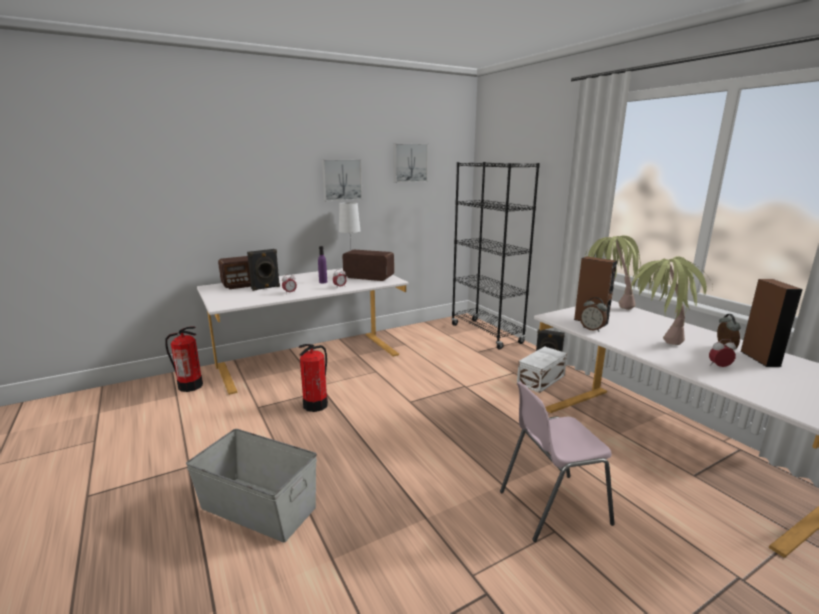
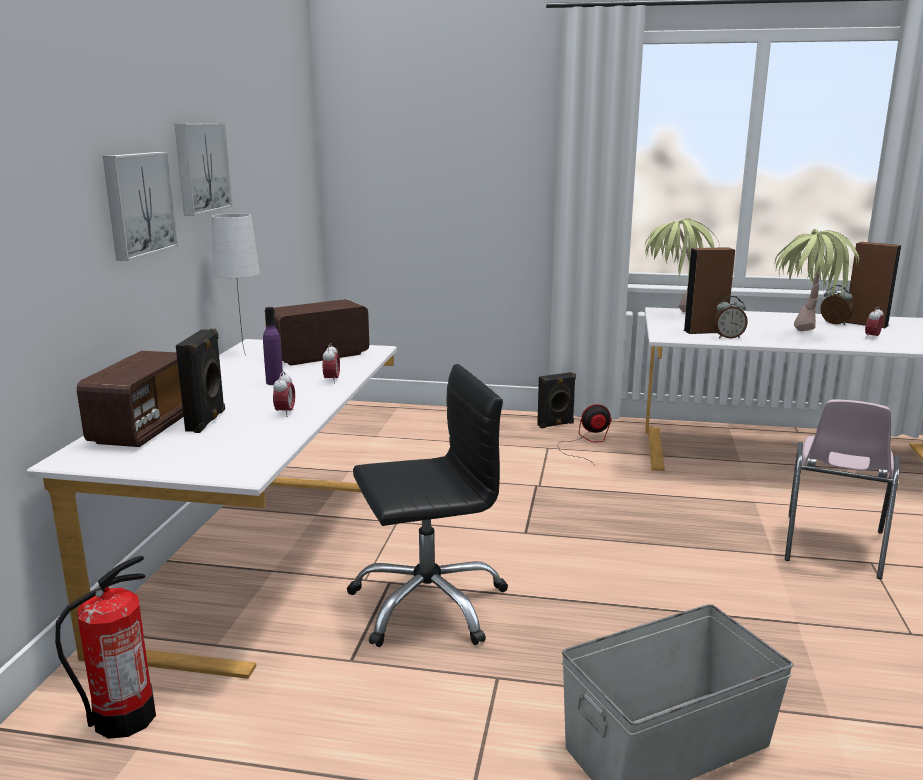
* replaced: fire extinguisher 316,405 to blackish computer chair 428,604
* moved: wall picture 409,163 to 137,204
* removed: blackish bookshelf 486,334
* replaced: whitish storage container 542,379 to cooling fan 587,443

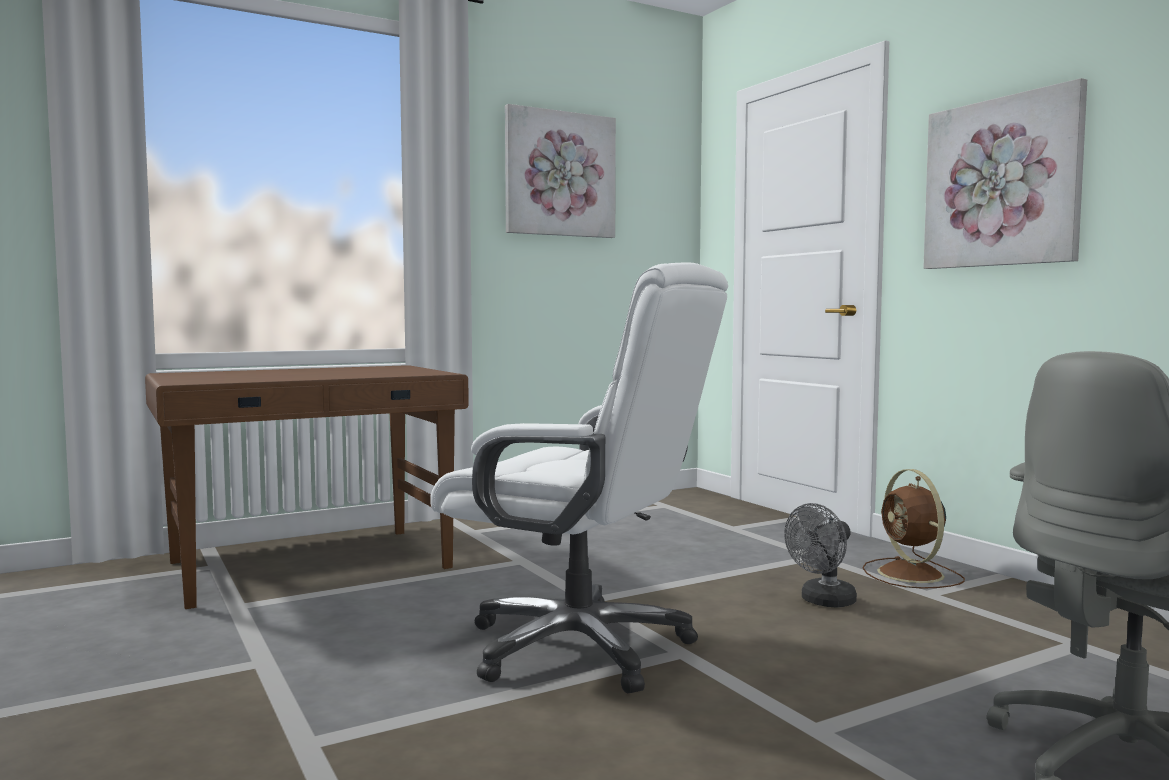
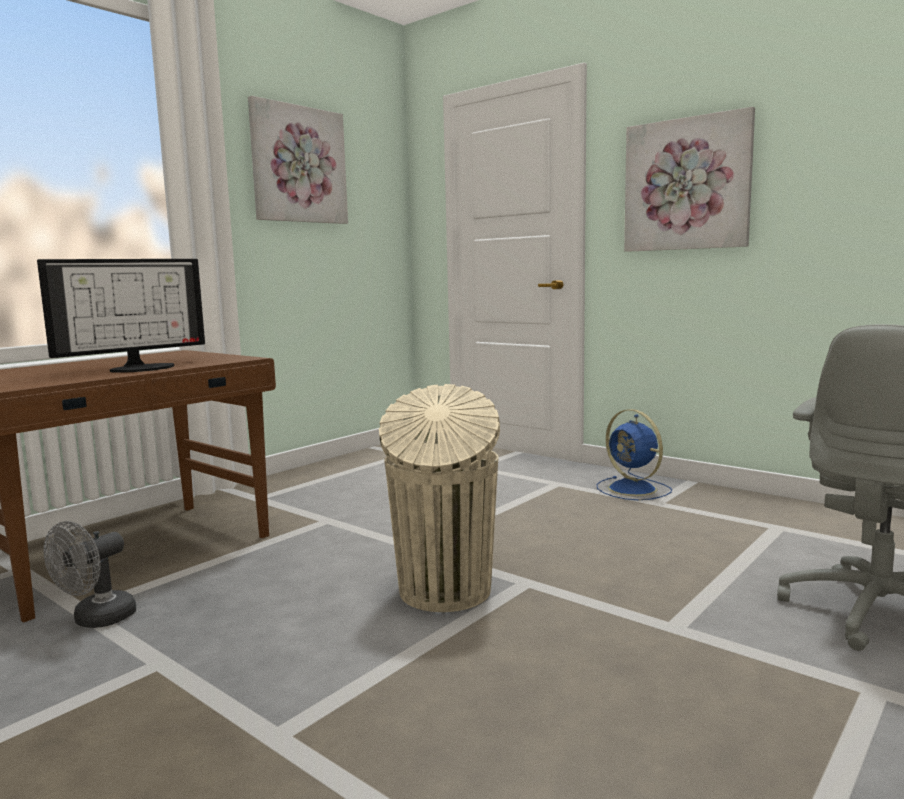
* replaced: whitish computer chair 581,647 to beige-coloured waste bin 444,592
* moved: greyish cooling fan 823,602 to 96,620
* recoloured: brownish cooling fan 912,575 to blue cooling fan 634,489
* added: computer display 141,368

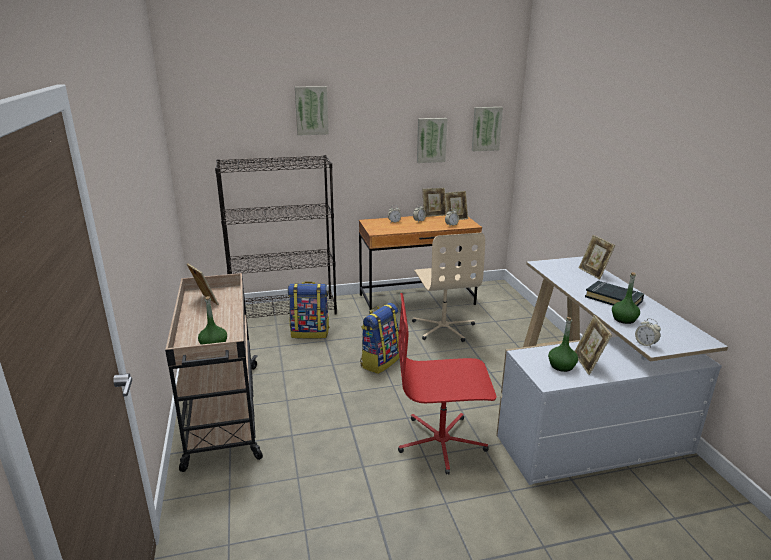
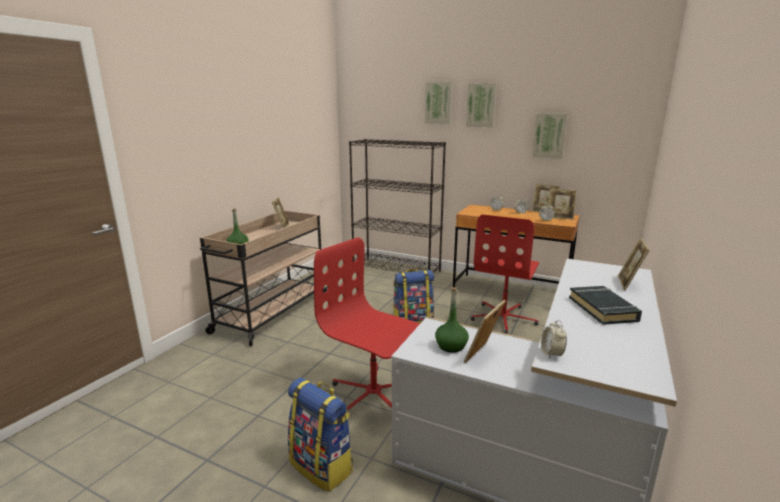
* moved: knapsack 310,333 to 322,466
* recoloured: beige-coloured computer chair 443,328 to red-coloured computer chair 503,318
* moved: wall picture 486,128 to 481,105
* removed: green bottle 624,319

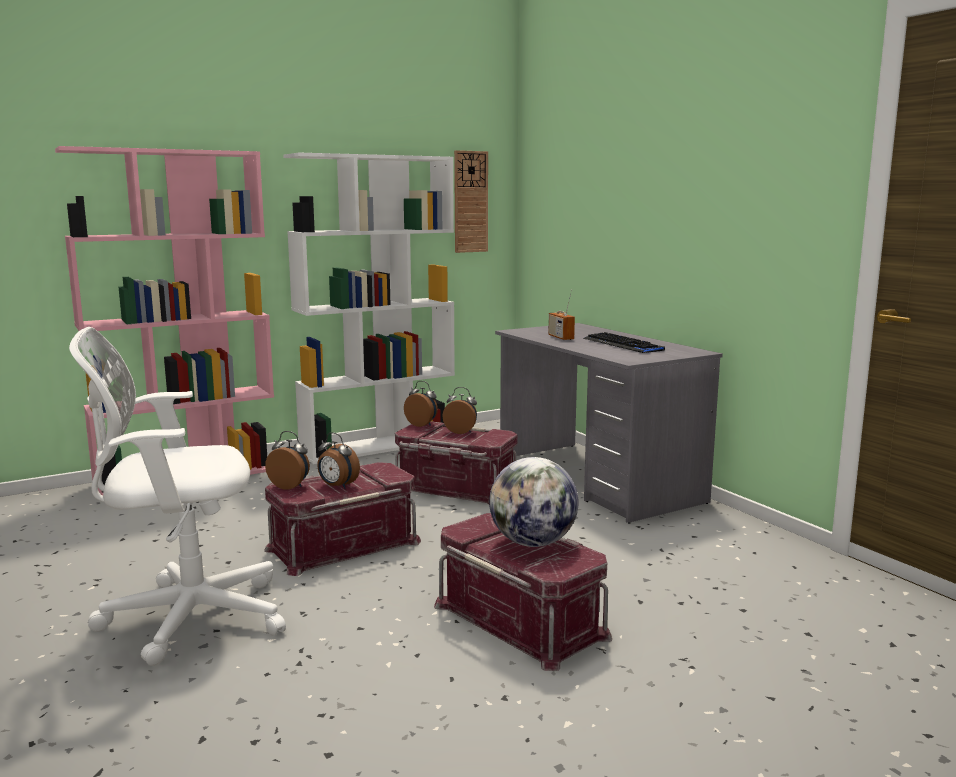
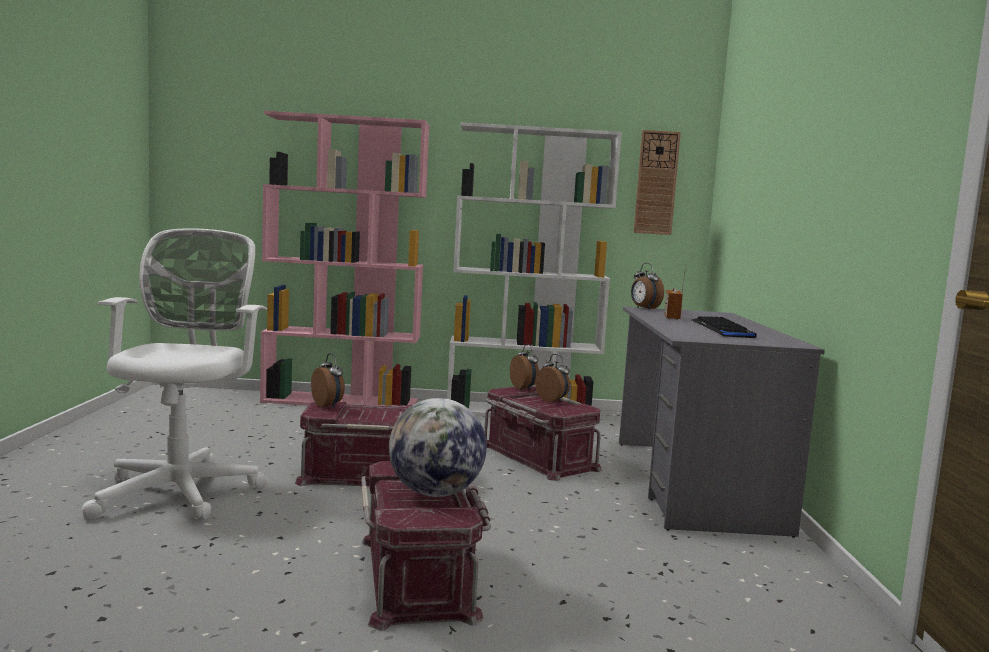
* turned: whitish computer chair 185,617 = 181,490 75 degrees clockwise
* moved: table clock 337,486 to 644,309

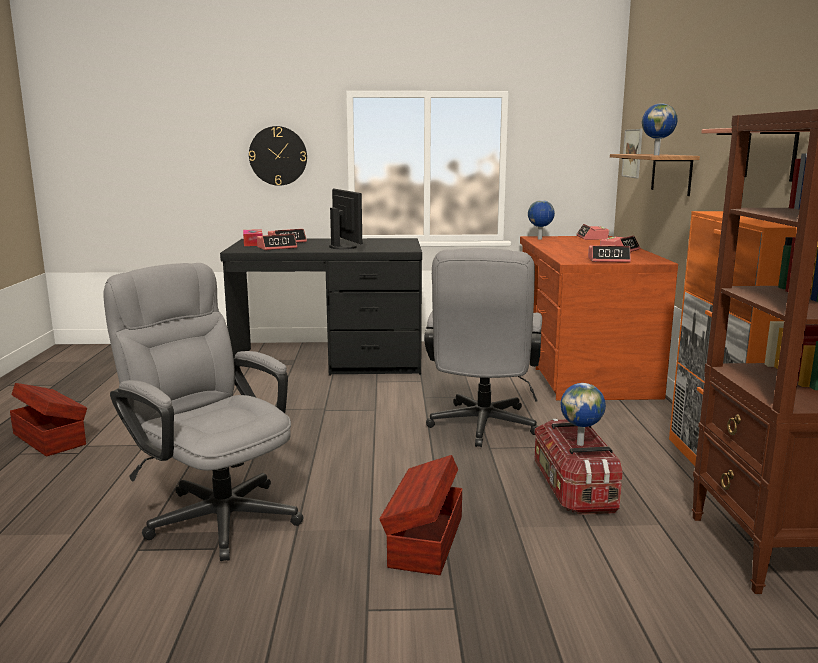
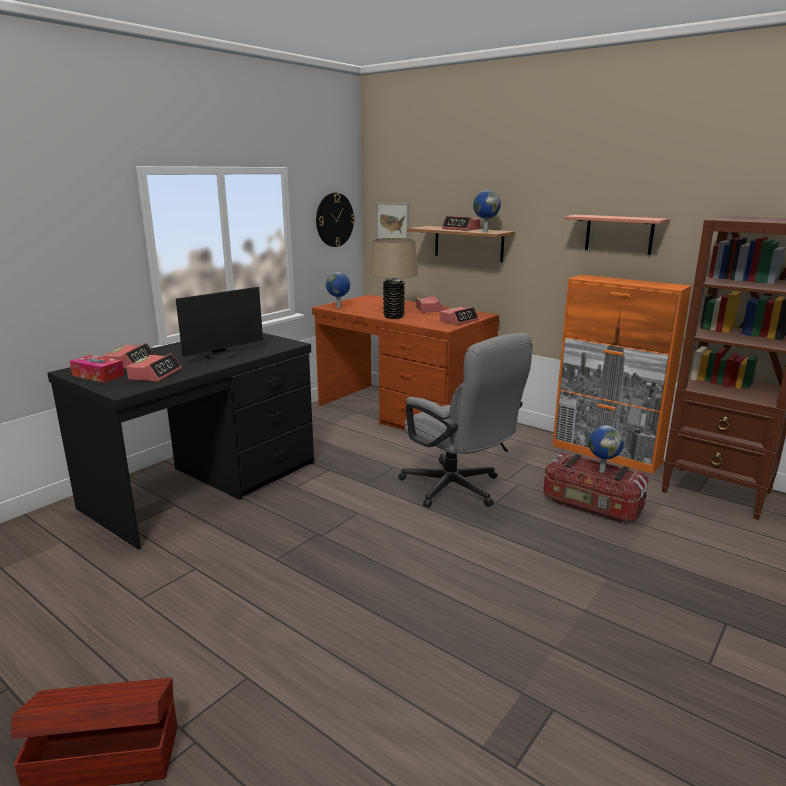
* removed: greyish computer chair 214,513
* moved: hanging clock 278,156 to 334,220
* turned: computer display 344,247 = 223,355 120 degrees clockwise
* removed: brownish storage container 424,541
* moved: table clock 592,238 to 461,229
* added: beige-coloured tabletop lamp 393,316

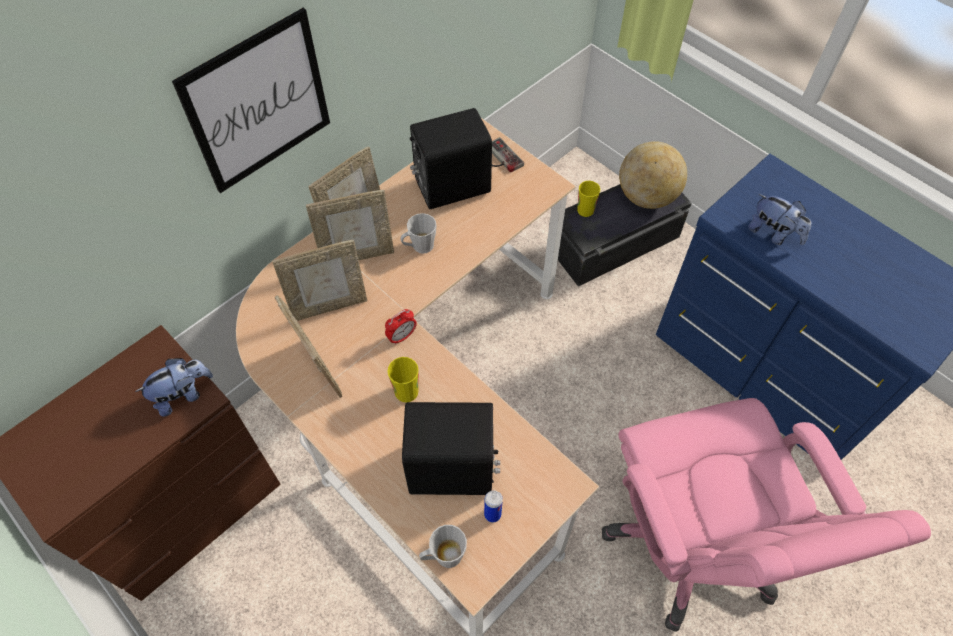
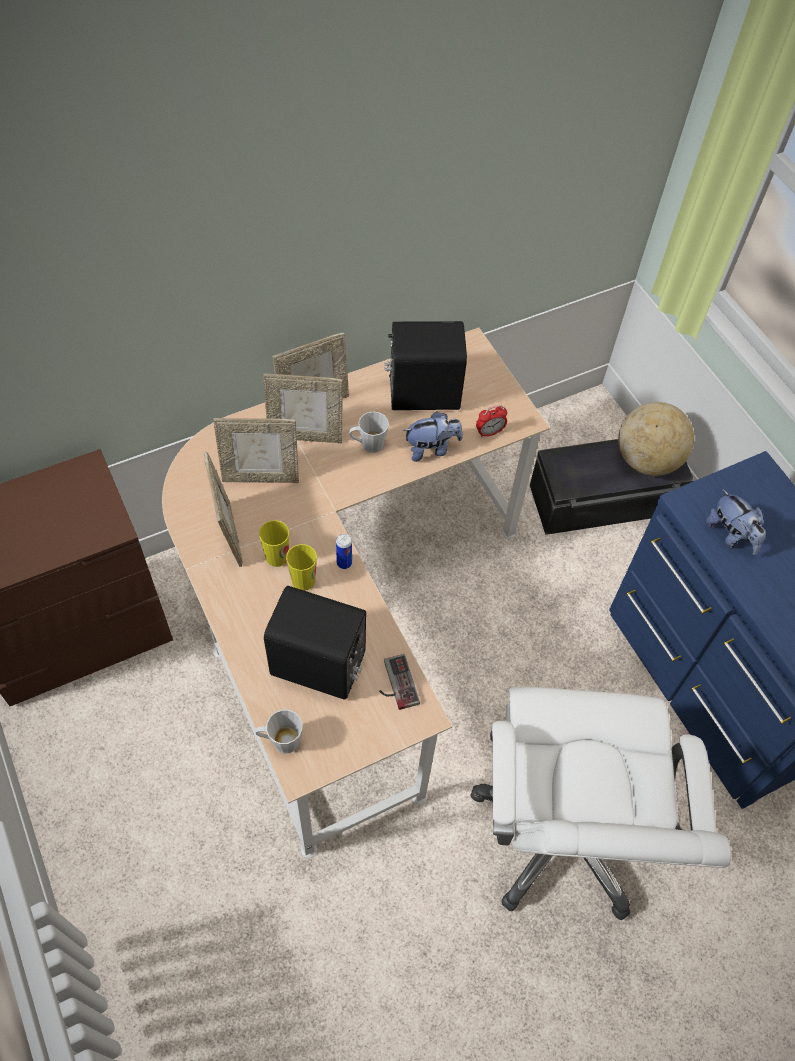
* moved: cuddly toy 183,394 to 431,448
* removed: wall picture 258,103
* moved: table clock 402,336 to 489,432
* moved: metal can 492,514 to 344,563
* moved: joypad 500,158 to 395,684
* moved: cup 585,210 to 277,556
* recoloured: pinkish computer chair 693,543 to whitish computer chair 563,832

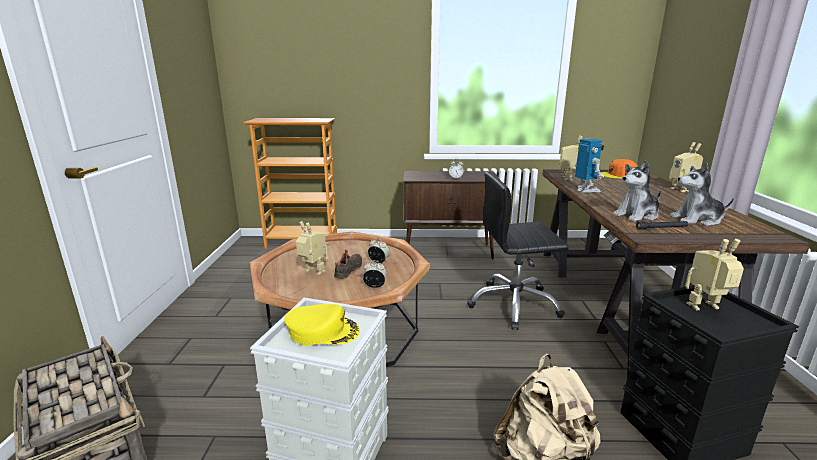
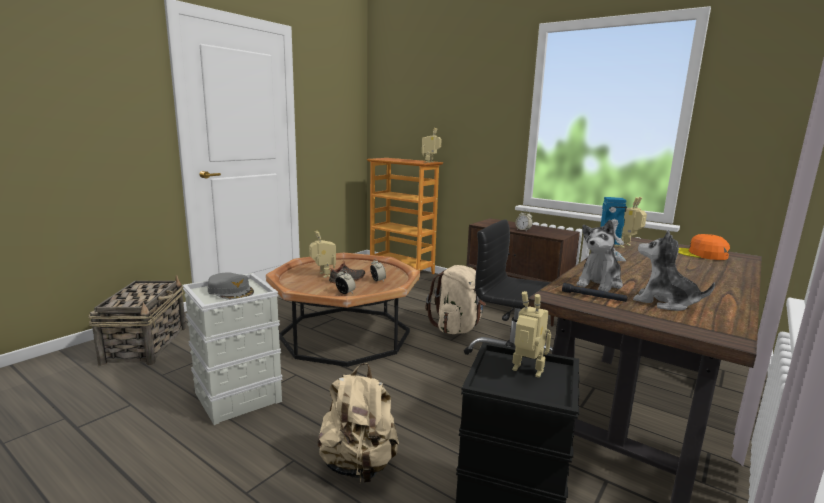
* recoloured: yellowish cap 323,331 to greyish cap 231,291
* turned: cuddly toy 637,215 = 599,284 60 degrees counterclockwise
* moved: model robot 681,189 to 430,162
* added: beige-coloured knapsack 457,328

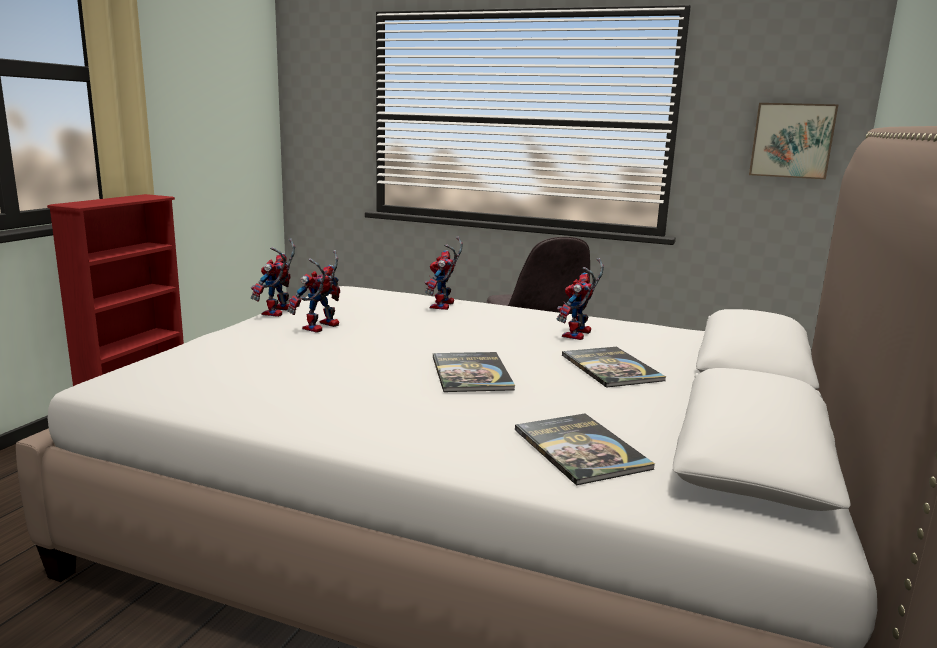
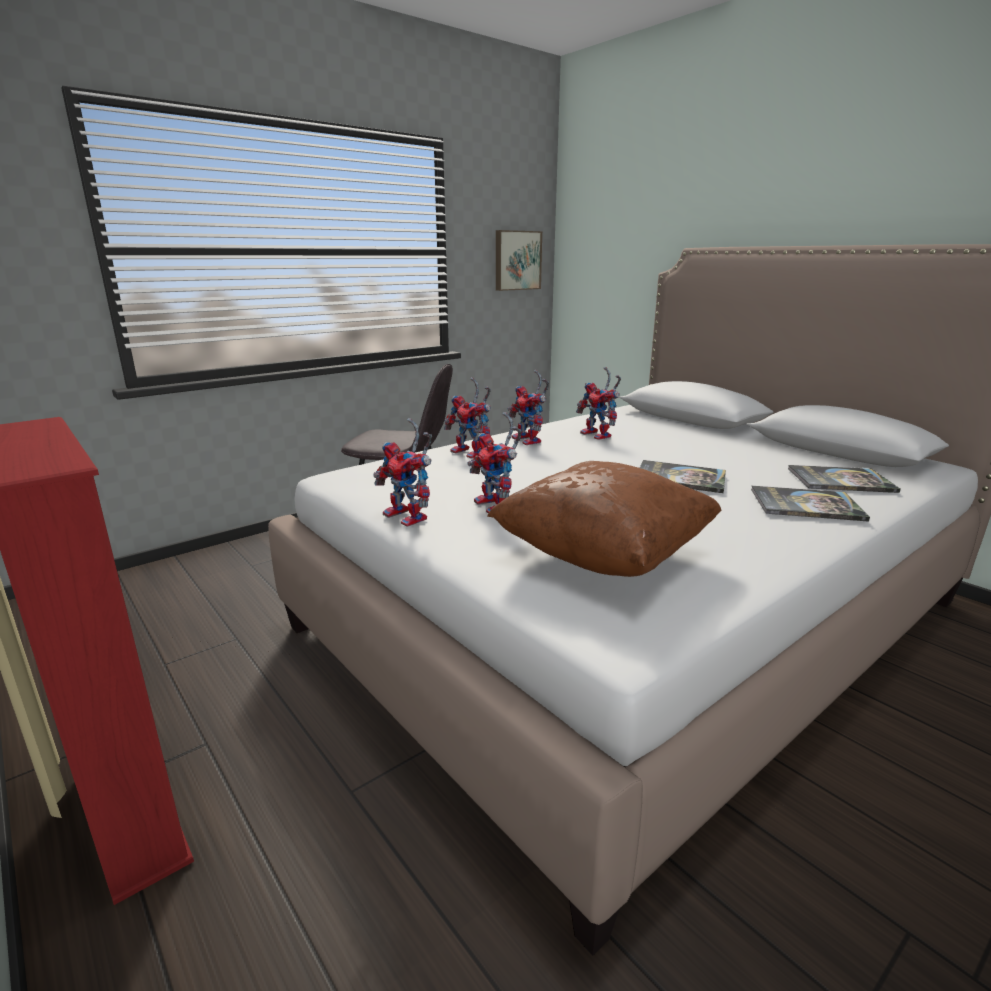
* moved: bound book 611,368 to 806,505
* added: brownish pillow 604,555
* added: model robot 530,441

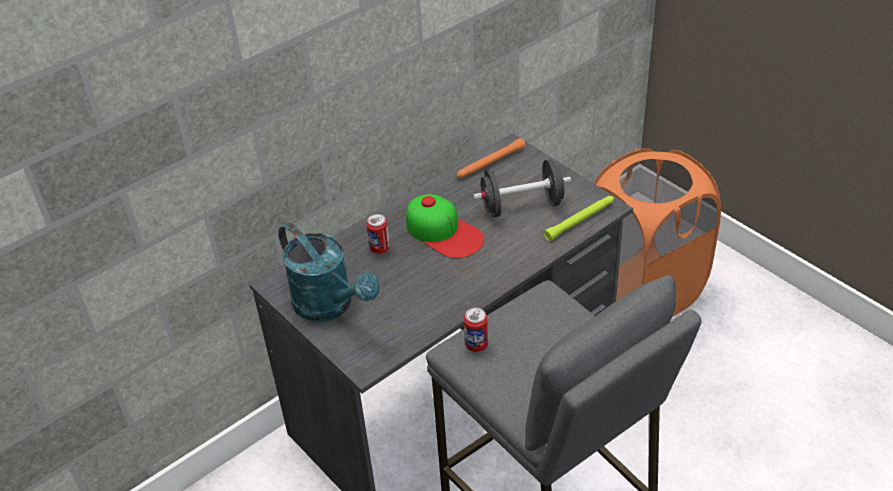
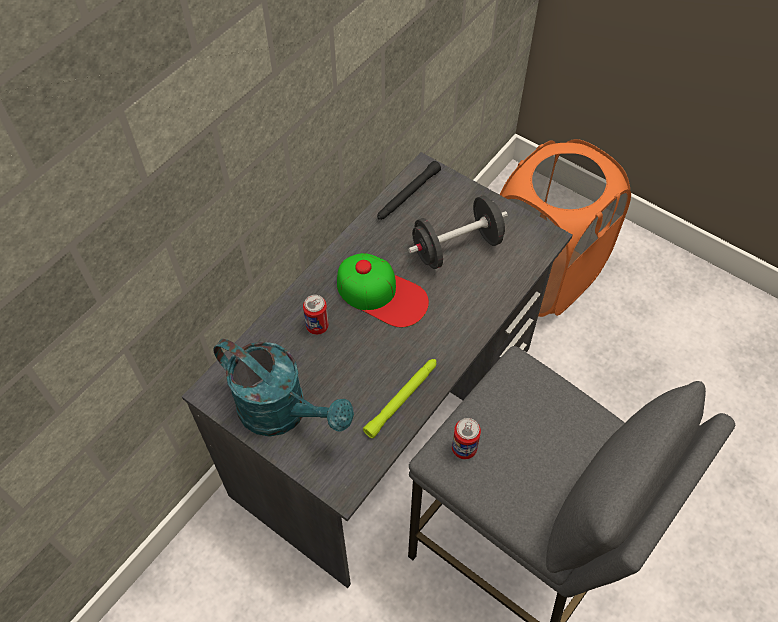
* recoloured: orangey hand torch 490,163 to blackish hand torch 408,195
* moved: green hand torch 580,220 to 402,399

